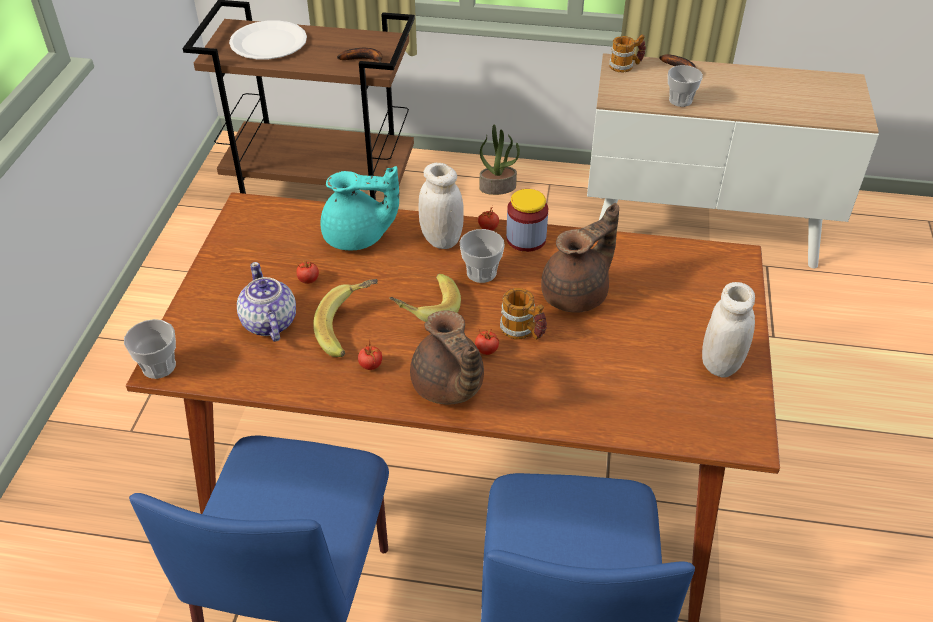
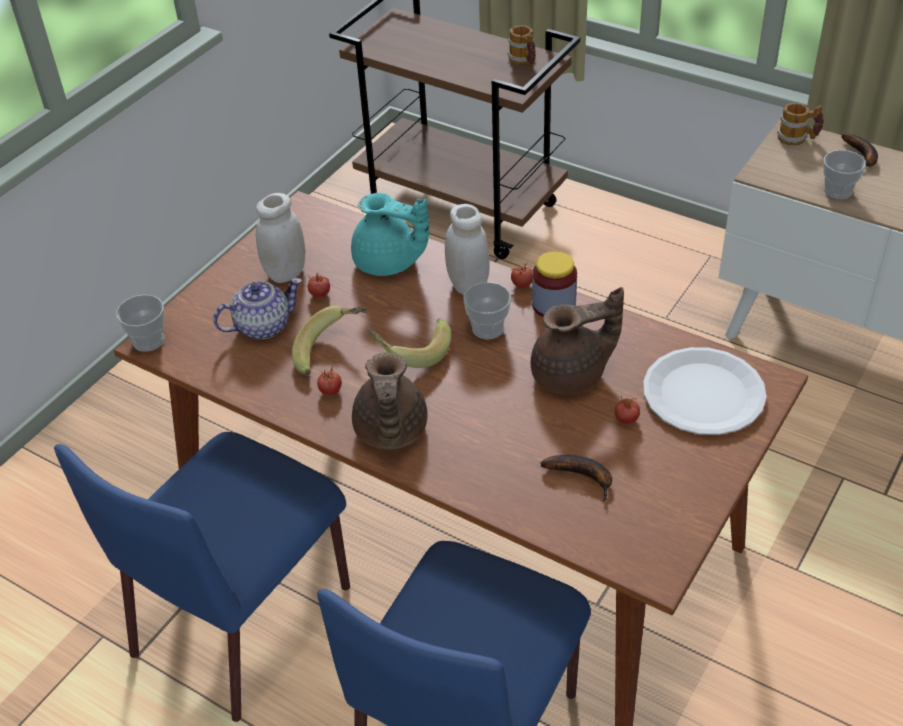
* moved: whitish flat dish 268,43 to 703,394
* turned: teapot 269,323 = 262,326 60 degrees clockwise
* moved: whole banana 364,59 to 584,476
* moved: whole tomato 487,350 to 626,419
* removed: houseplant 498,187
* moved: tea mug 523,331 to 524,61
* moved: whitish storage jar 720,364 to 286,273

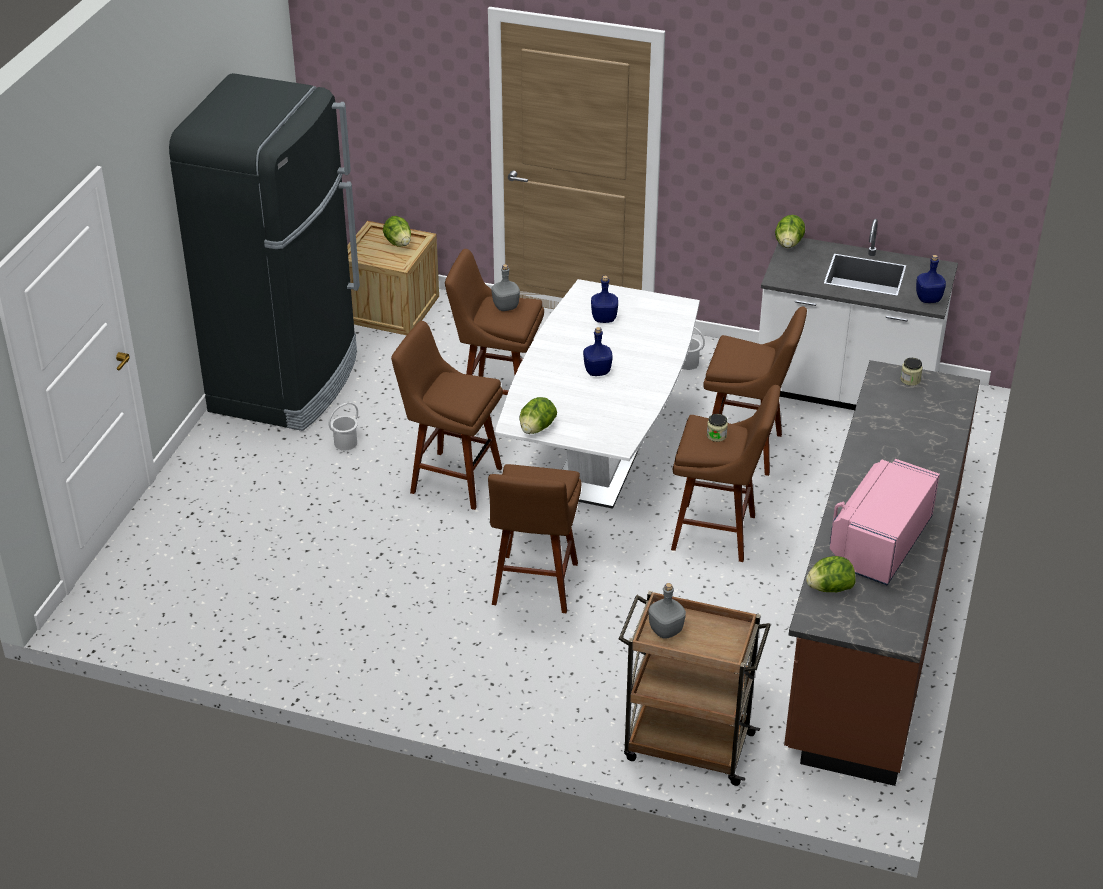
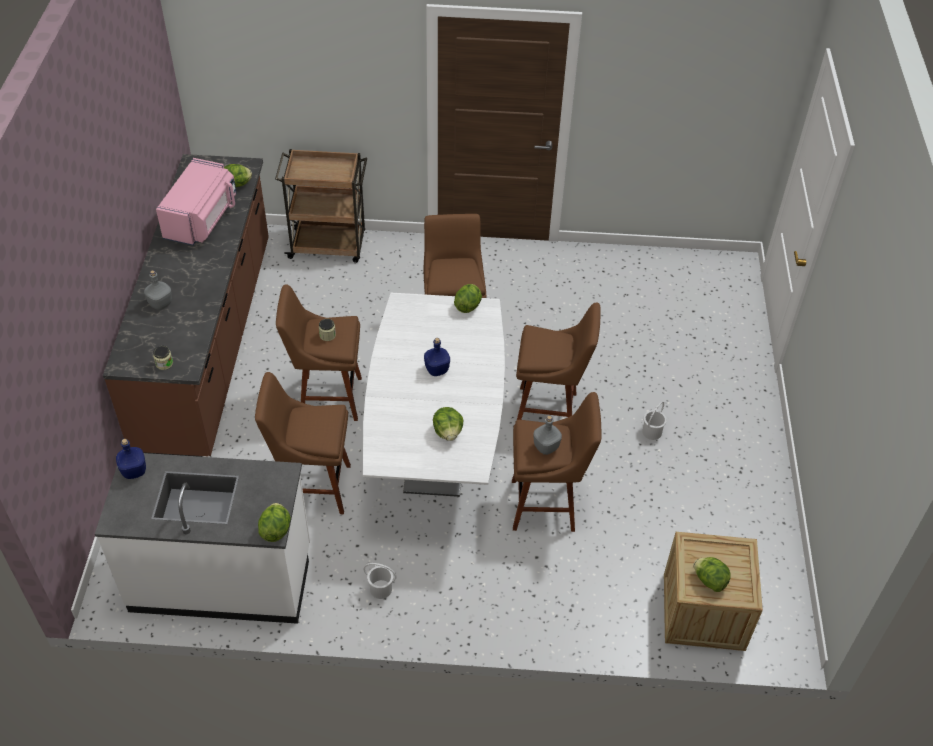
* removed: blackish kitchen fridge 286,382
* replaced: blue bottle 603,318 to lettuce head 448,432
* moved: greyish bottle 665,630 to 161,303

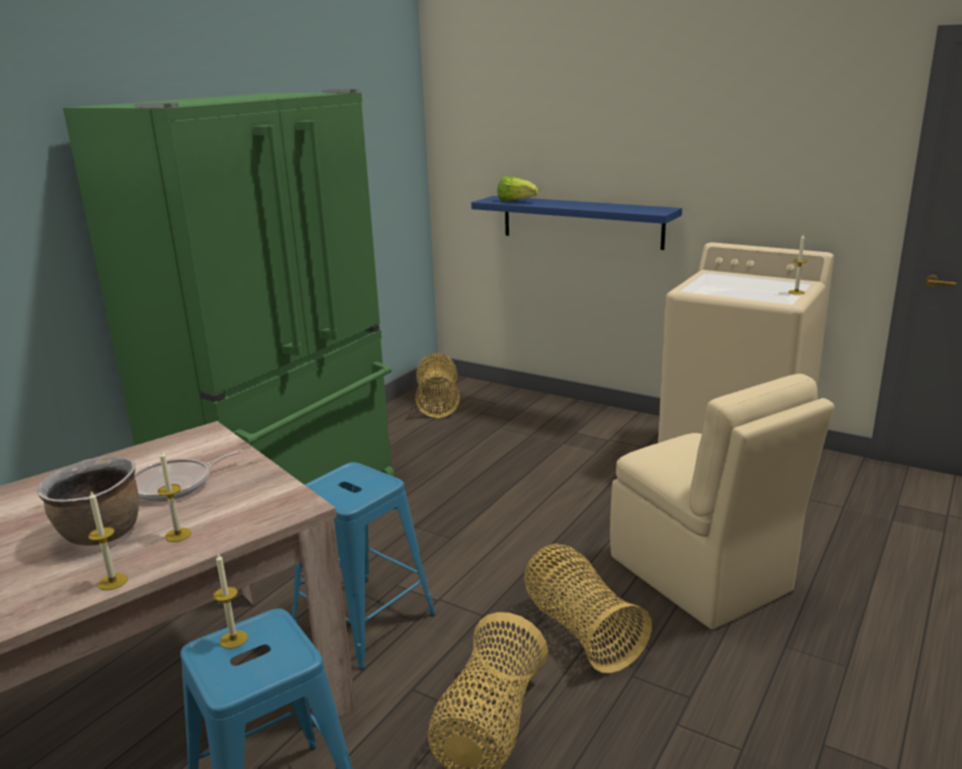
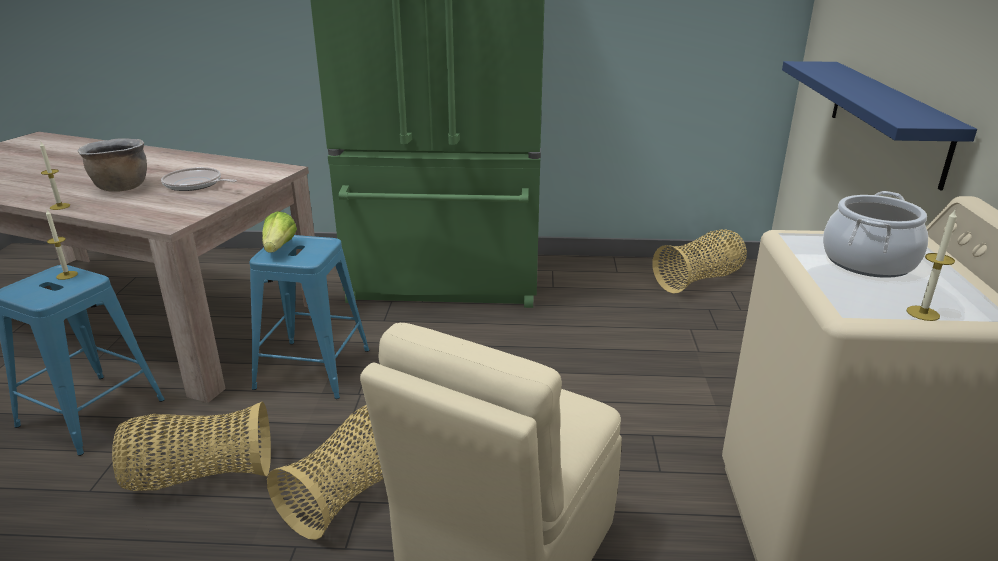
* removed: candle 178,535
* moved: lettuce head 516,201 to 279,248
* added: saucepot 867,262

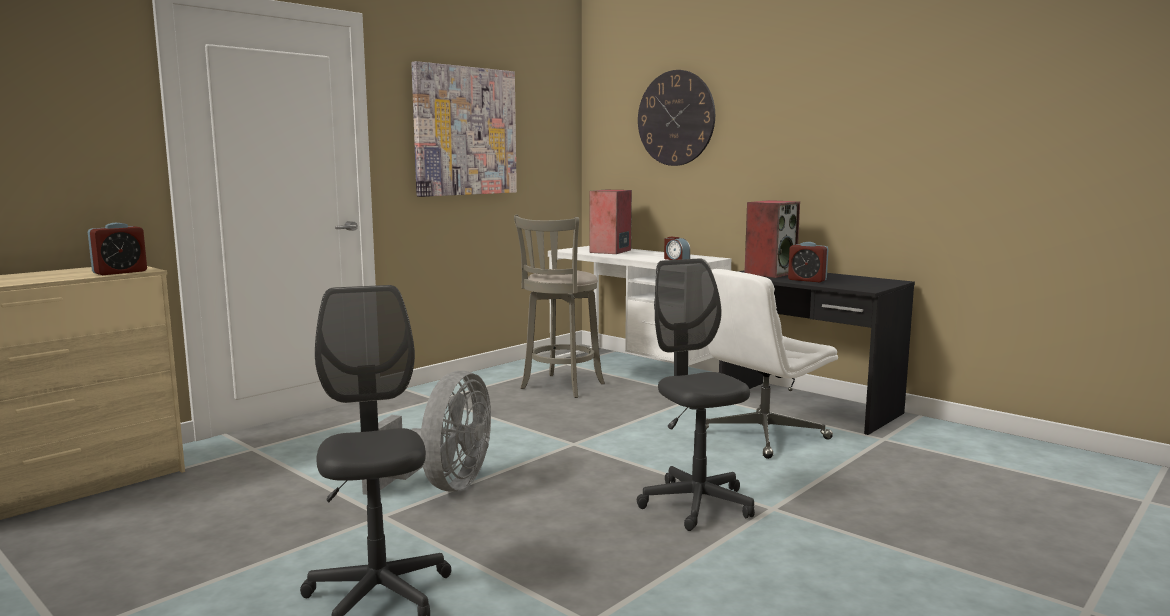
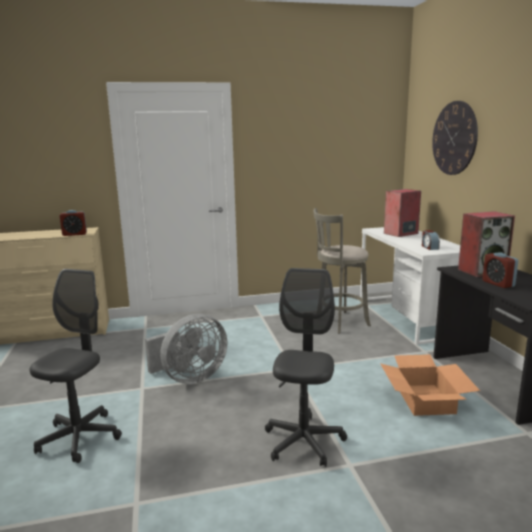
* removed: wall picture 465,131
* replaced: whitish computer chair 762,436 to cardboard box 425,399

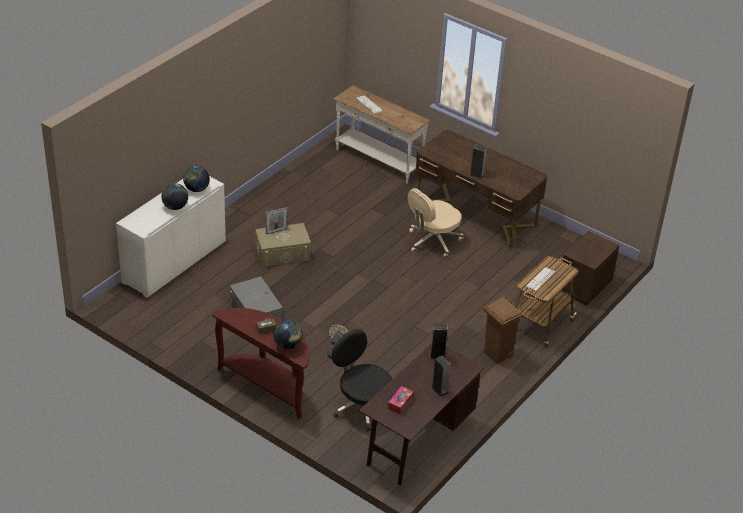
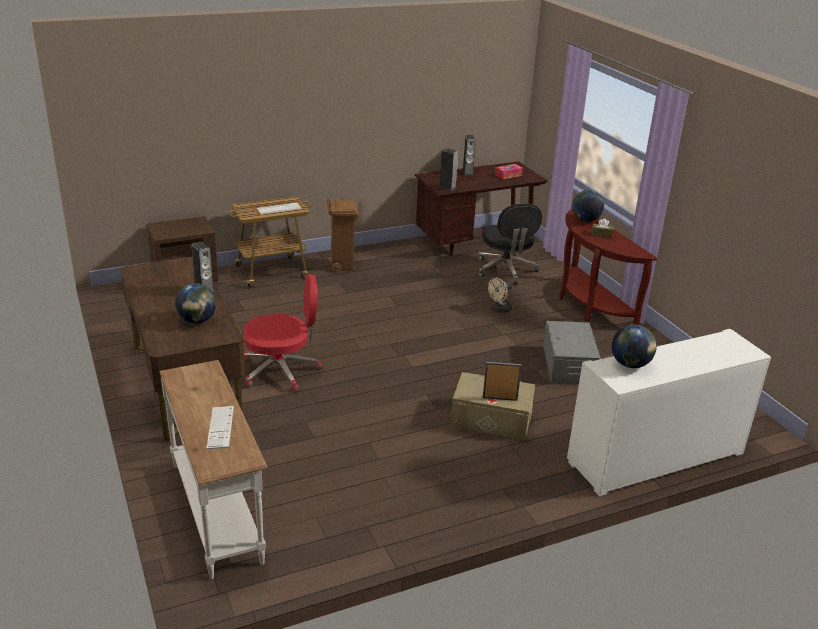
* moved: desk globe 175,207 to 197,321
* recoloured: beige-coloured computer chair 433,241 to red-coloured computer chair 282,370

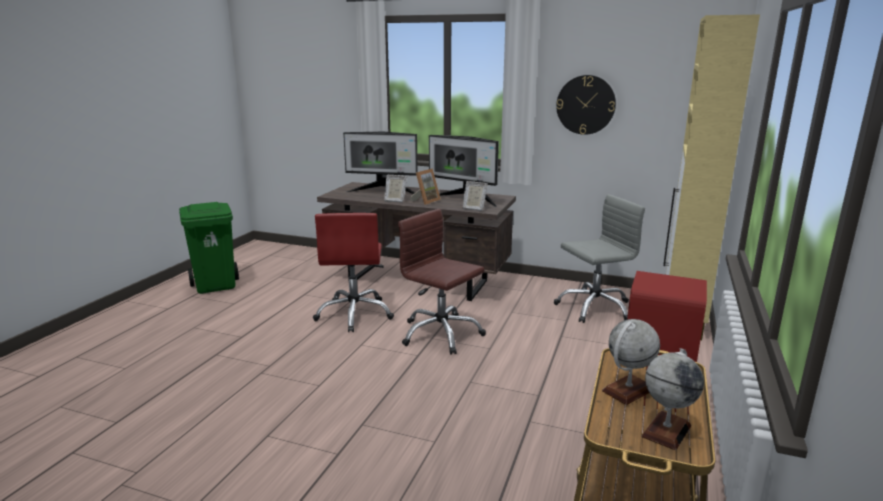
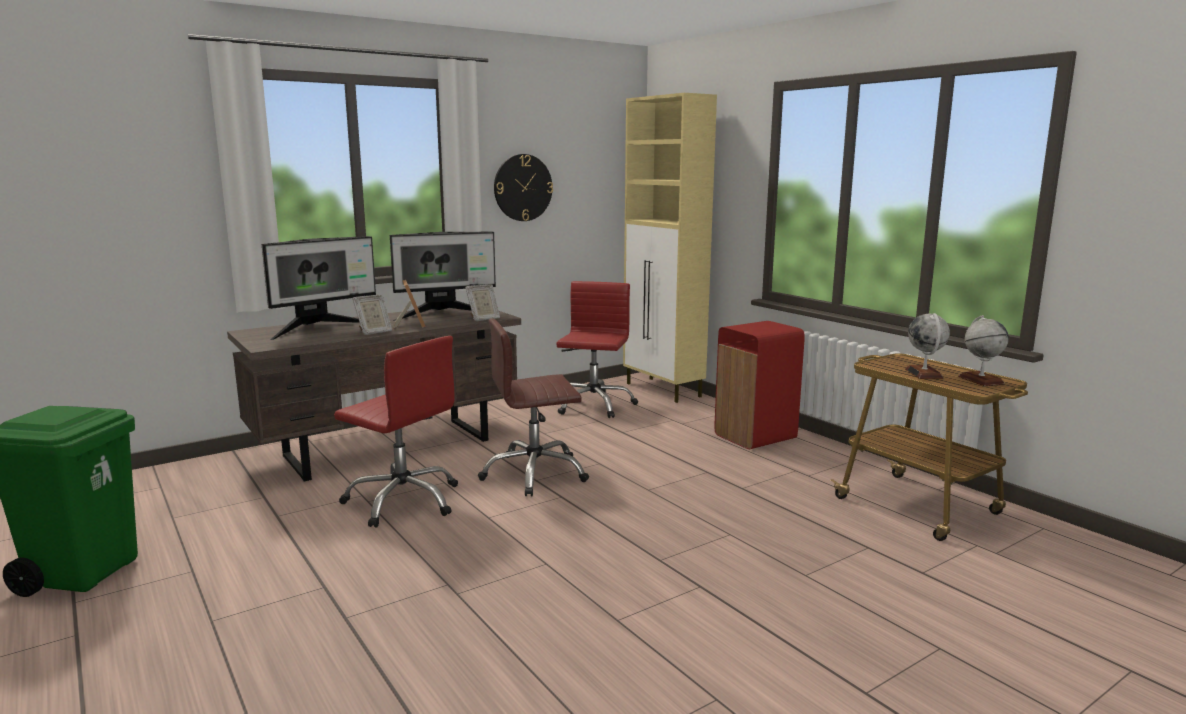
* recoloured: greyish computer chair 594,307 to red-coloured computer chair 593,405

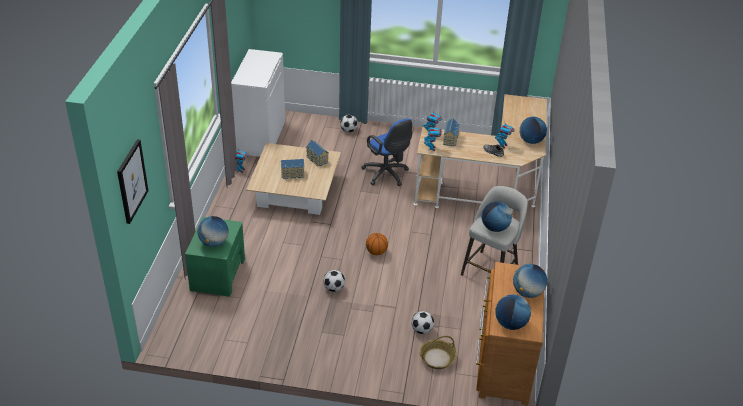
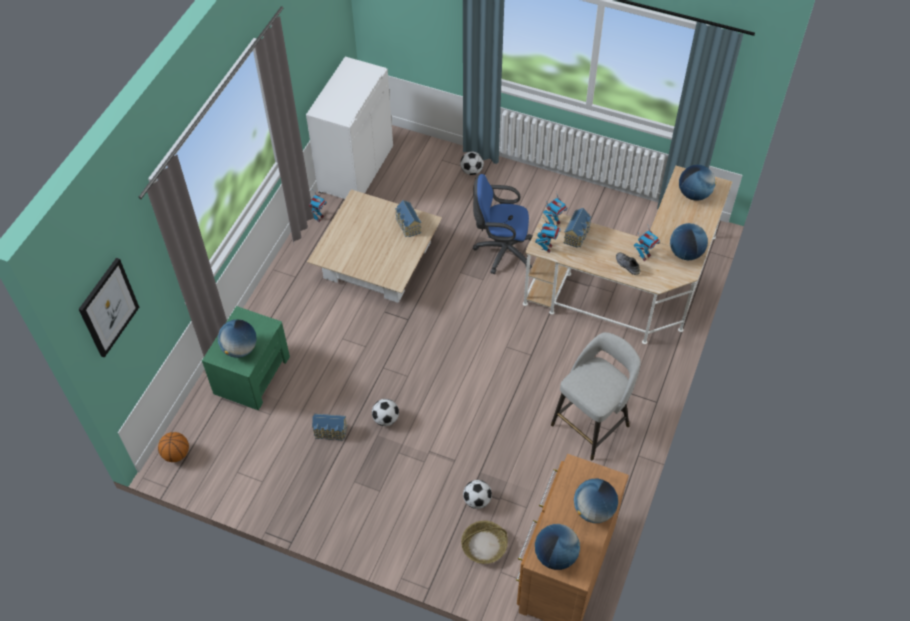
* moved: model house 293,174 to 330,432
* turned: blue computer chair 387,175 = 501,251 120 degrees clockwise
* moved: basketball 376,252 to 176,454
* moved: desk globe 495,228 to 694,194

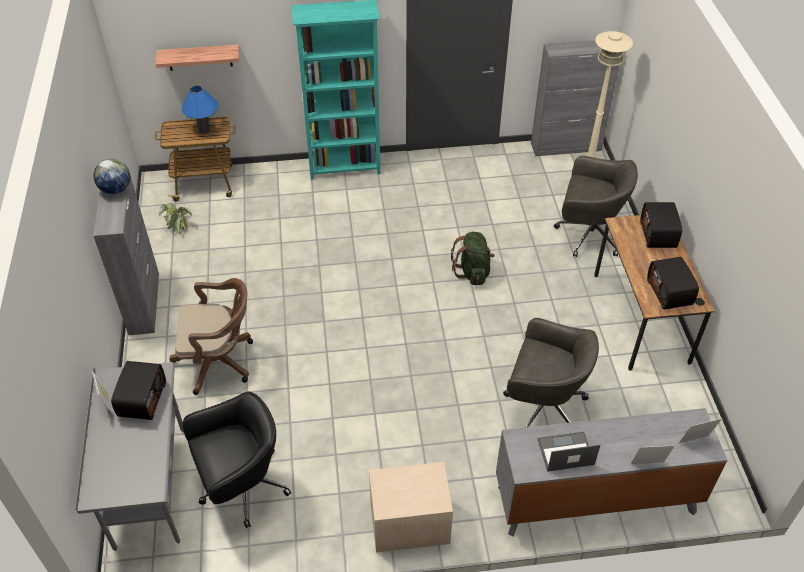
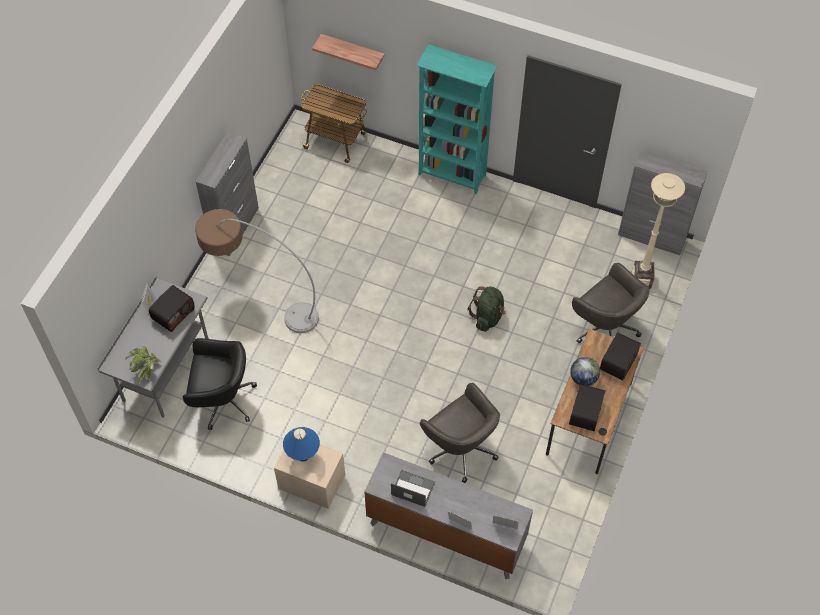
* moved: desk globe 116,189 to 583,378
* moved: houseplant 179,226 to 146,370
* replaced: brownish computer chair 219,361 to standard lamp 260,301
* moved: blue tabletop lamp 204,130 to 303,456

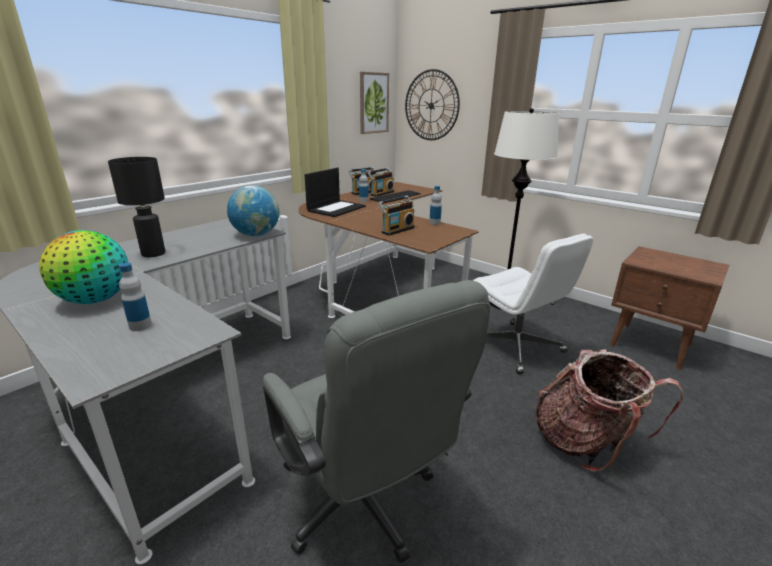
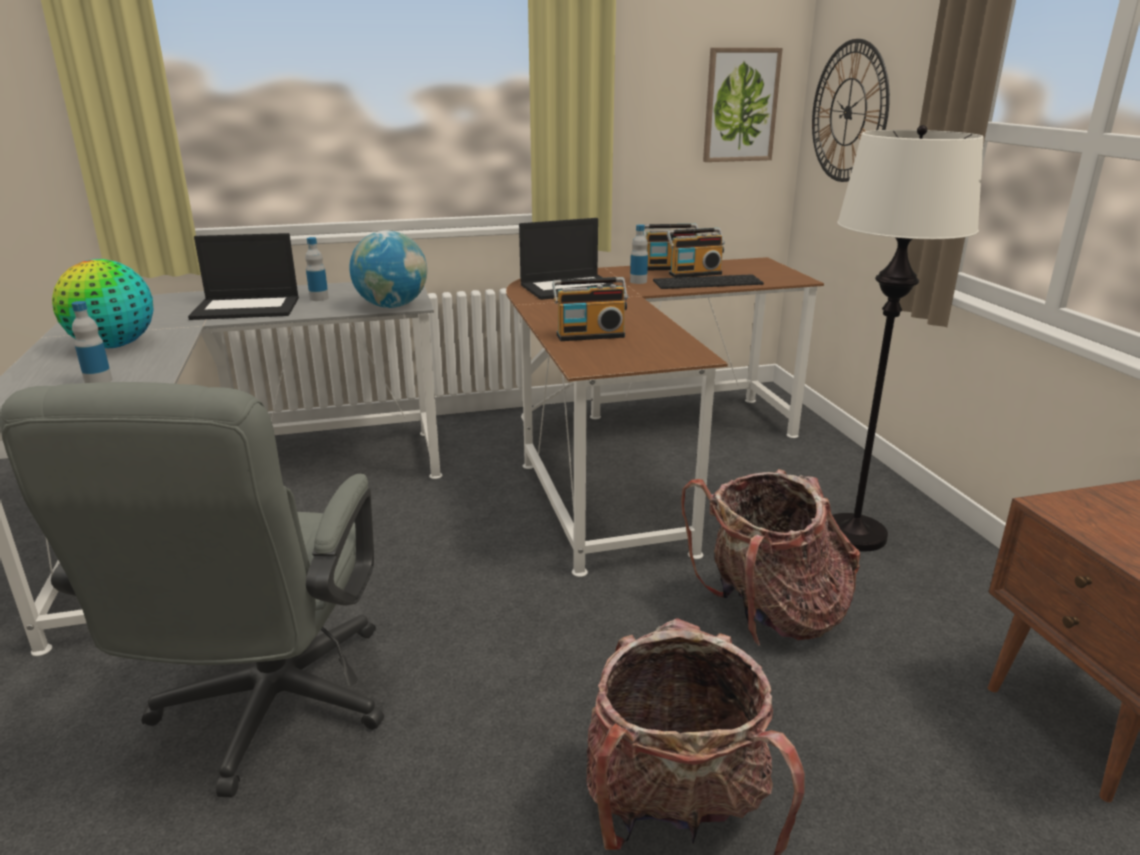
* replaced: blackish tabletop lamp 154,253 to laptop 248,308
* moved: bottle 434,223 to 319,298
* replaced: whitish computer chair 516,347 to knapsack 769,614

